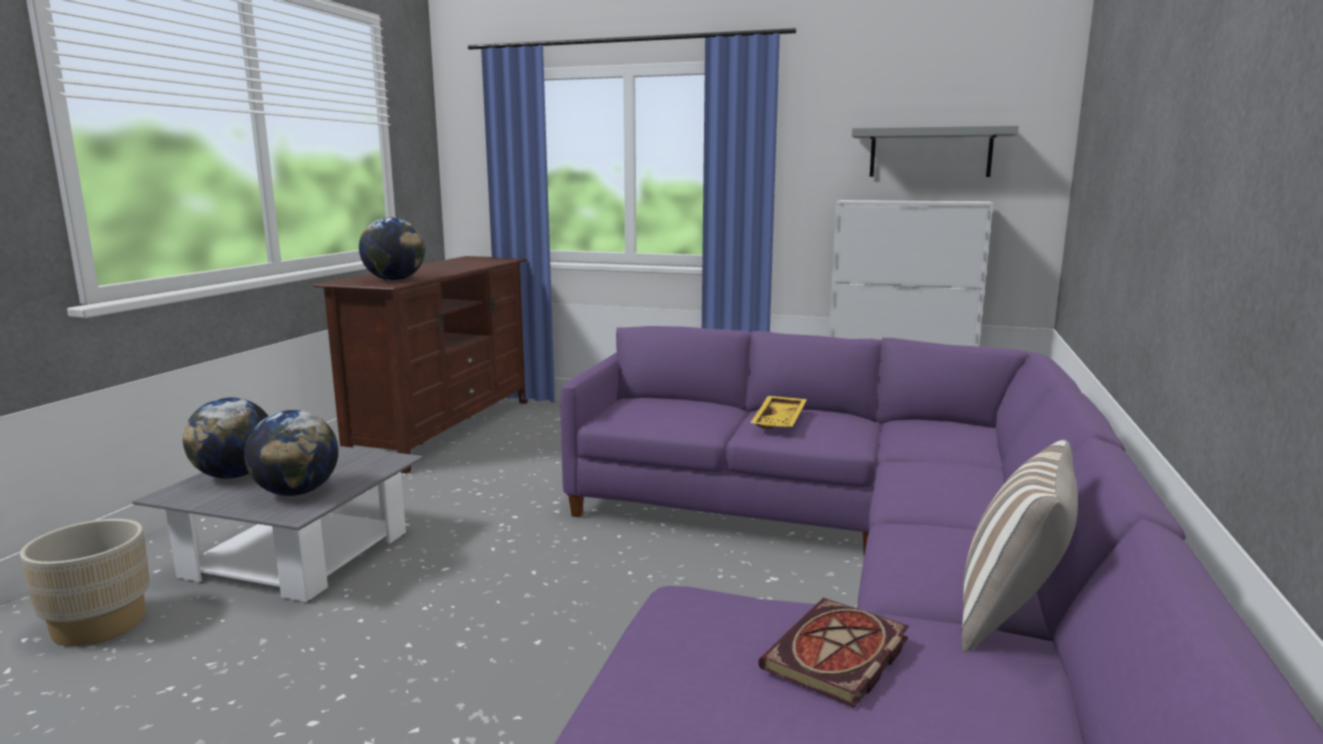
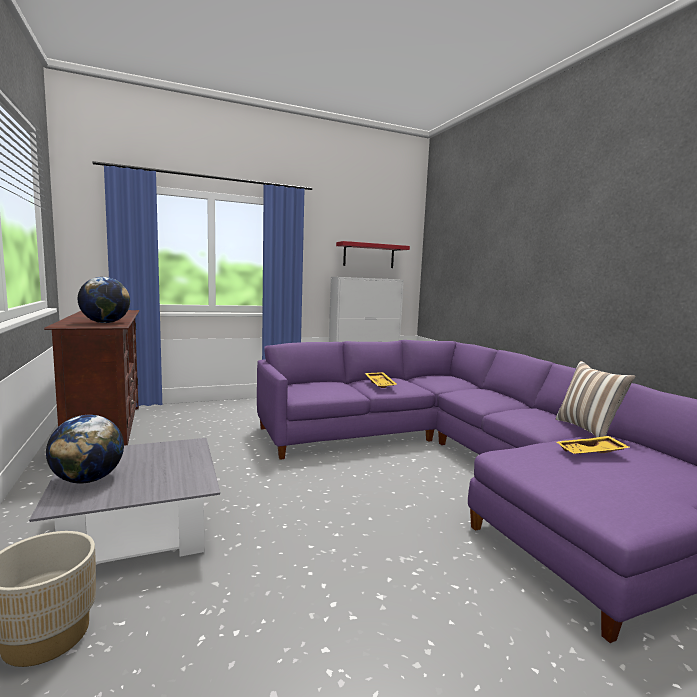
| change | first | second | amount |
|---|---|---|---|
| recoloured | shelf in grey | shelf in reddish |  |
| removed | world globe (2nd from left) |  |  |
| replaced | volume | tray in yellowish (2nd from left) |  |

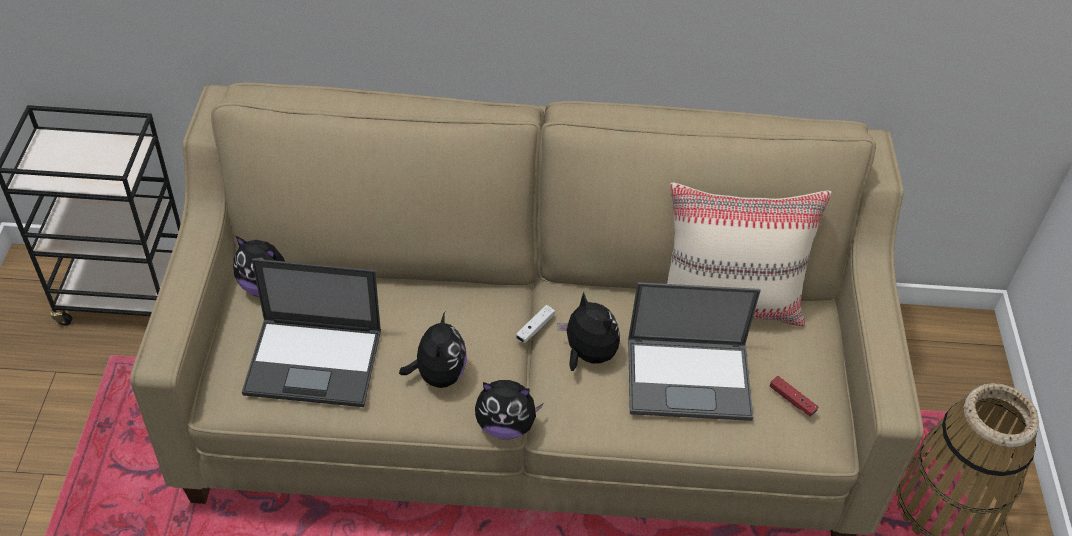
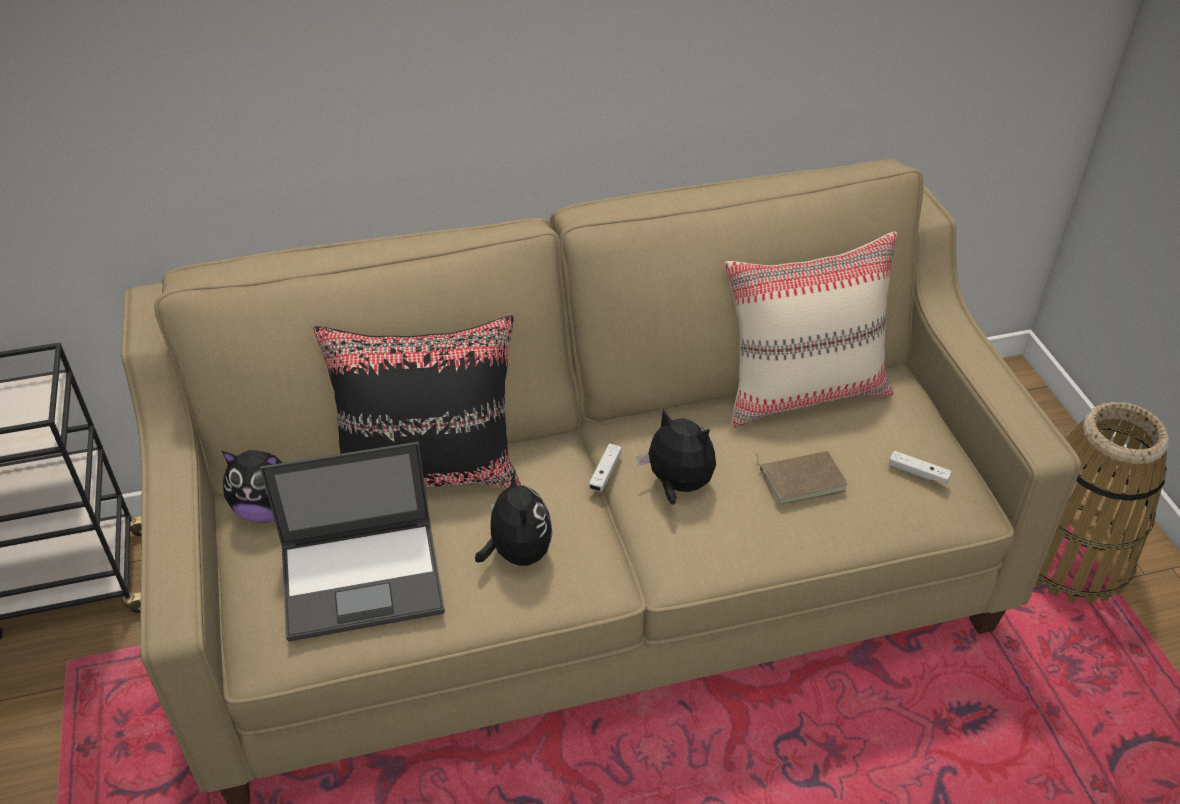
| change | first | second | amount |
|---|---|---|---|
| replaced | laptop (2nd from left) | volume in brown-coloured |  |
| recoloured | gamepad in reddish | gamepad in white (2nd from left) |  |
| removed | plush toy (3rd from left) |  |  |
| added |  | pillow in blackish |  |

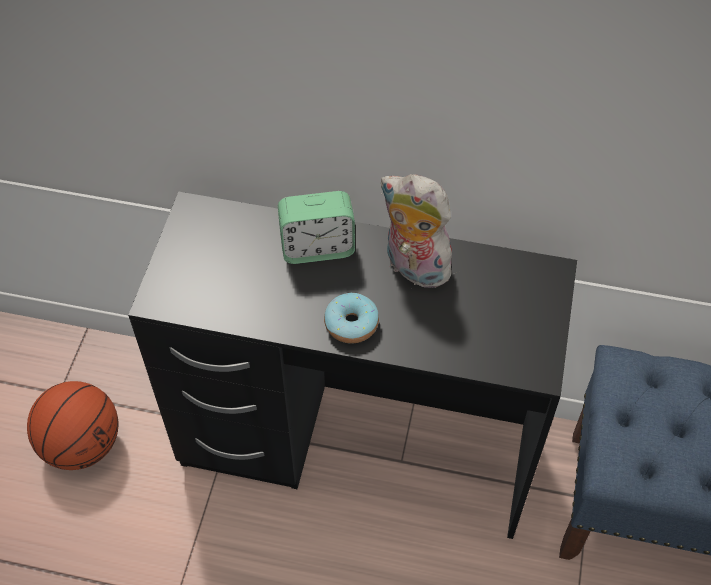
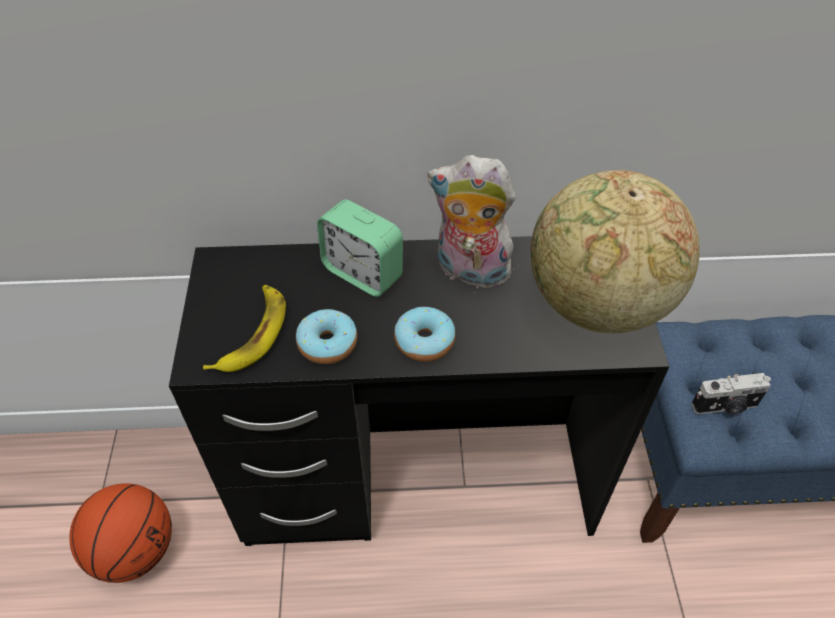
| change | first | second | amount |
|---|---|---|---|
| turned | table clock |  | 60 degrees clockwise |
| added |  | world globe |  |
| added |  | banana fruit |  |
| added |  | ring doughnut (1st from left) |  |
| added |  | photo camera |  |

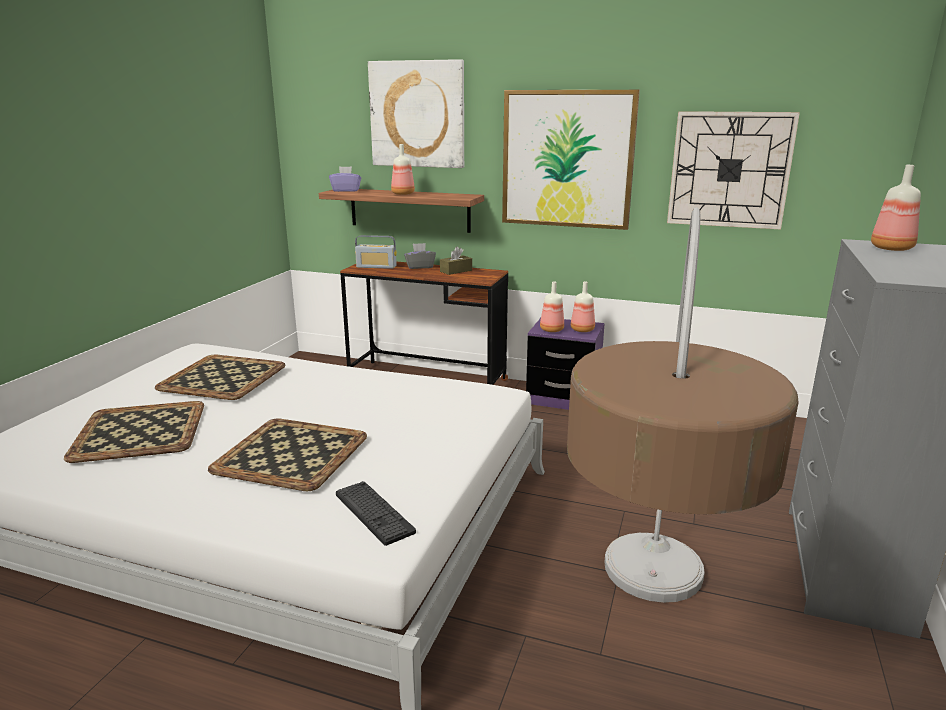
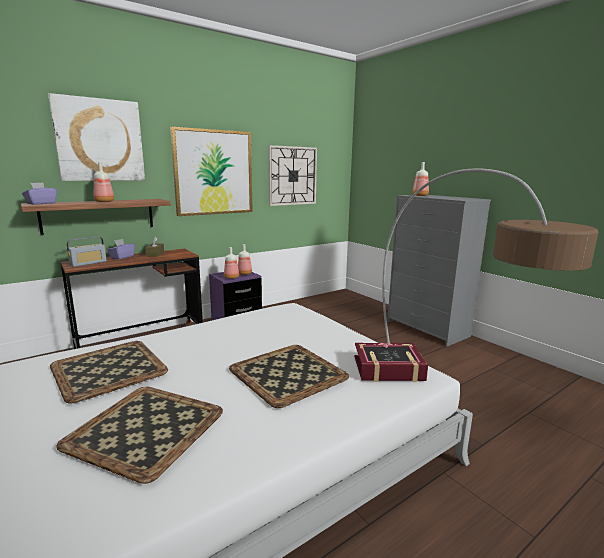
| change | first | second | amount |
|---|---|---|---|
| recoloured | box of tissues in grey | box of tissues in purplish (2nd from left) |  |
| replaced | computer keyboard | volume |  |

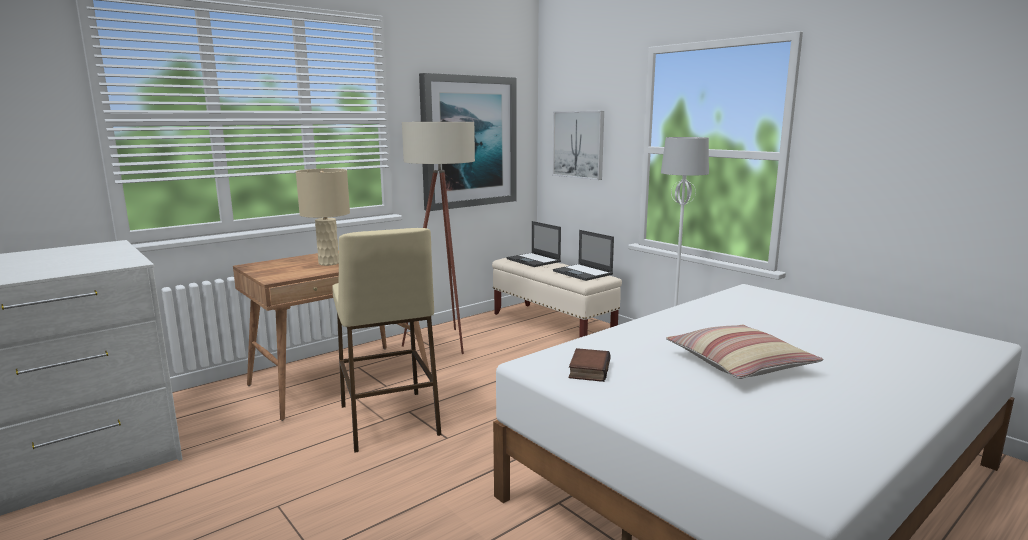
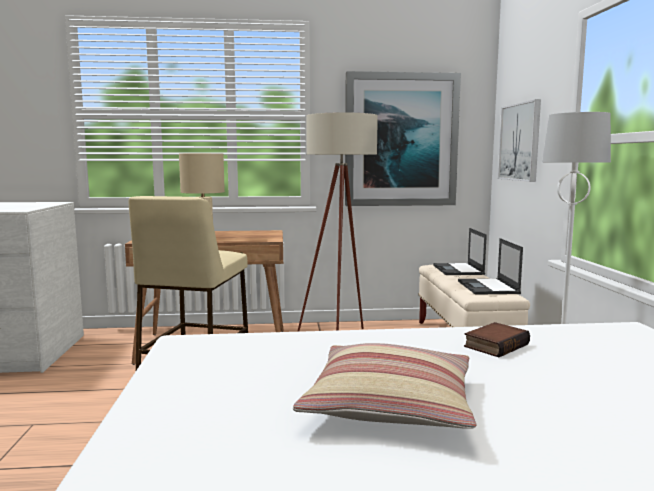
| change | first | second | amount |
|---|---|---|---|
| moved | volume |  |  |

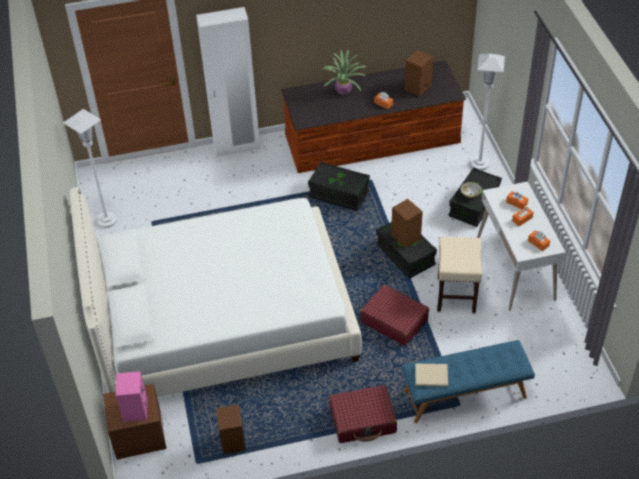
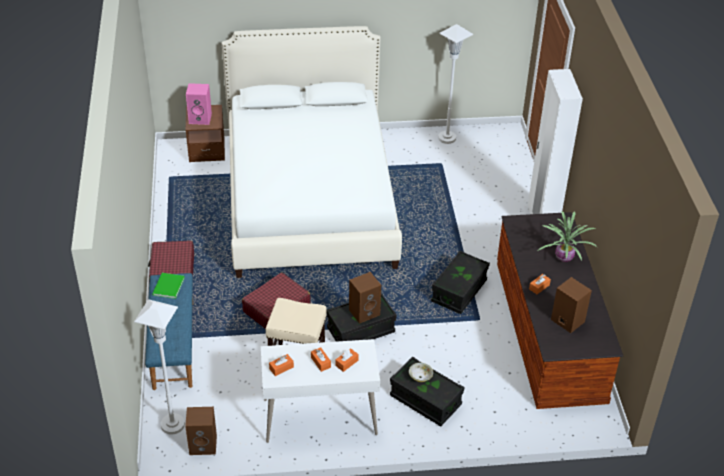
| change | first | second | amount |
|---|---|---|---|
| moved | standard lamp in white (2nd from left in the first image) | standard lamp in white (1st from left) |  |
| recoloured | volume in sand-coloured | volume in green-coloured |  |
| moved | audio speaker in brown-coloured (1st from left) |  |  |

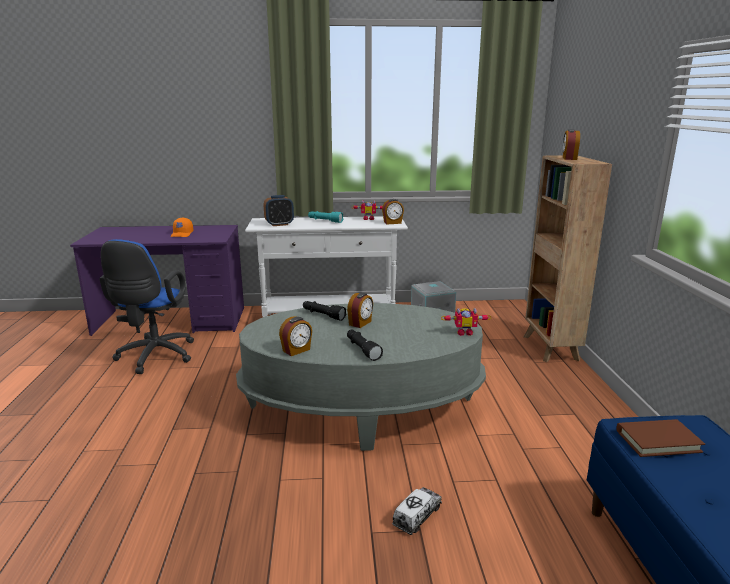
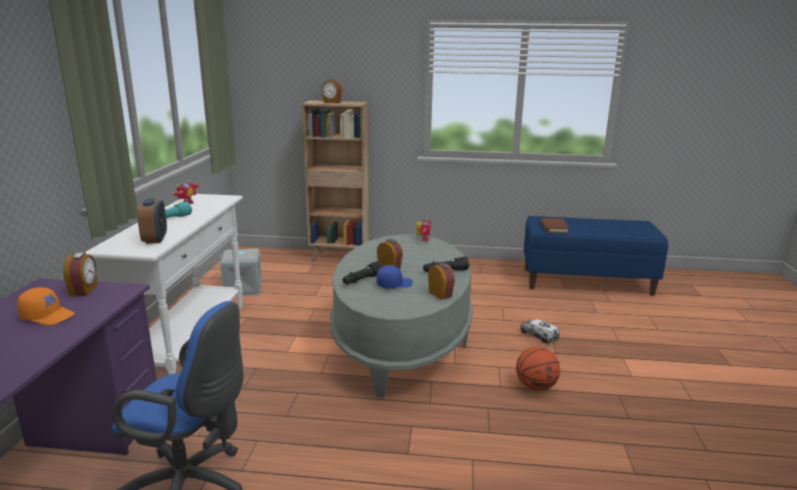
| change | first | second | amount |
|---|---|---|---|
| moved | table clock (4th from left in the first image) | table clock (1st from left) |  |
| added |  | baseball cap in bluish |  |
| added |  | basketball |  |

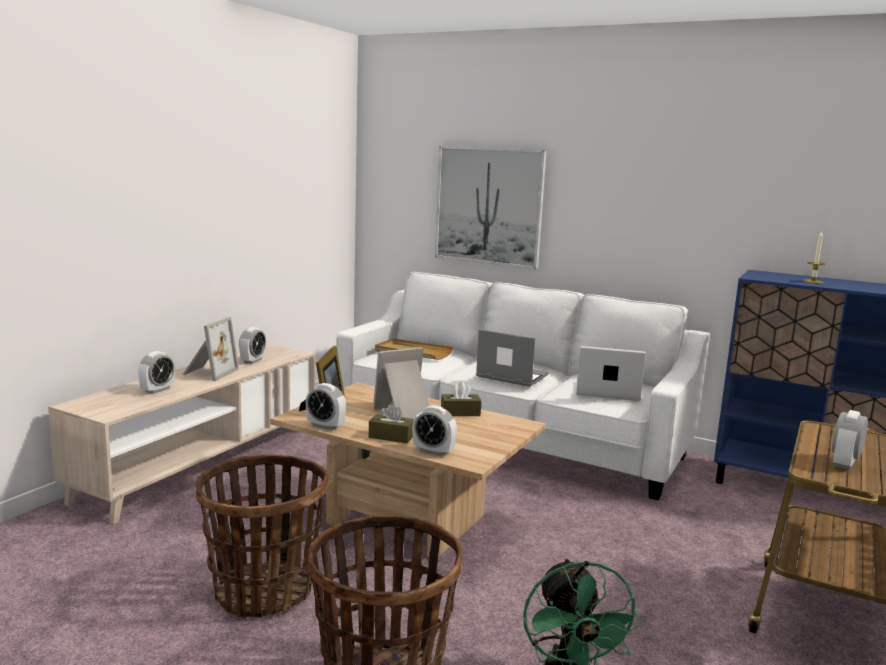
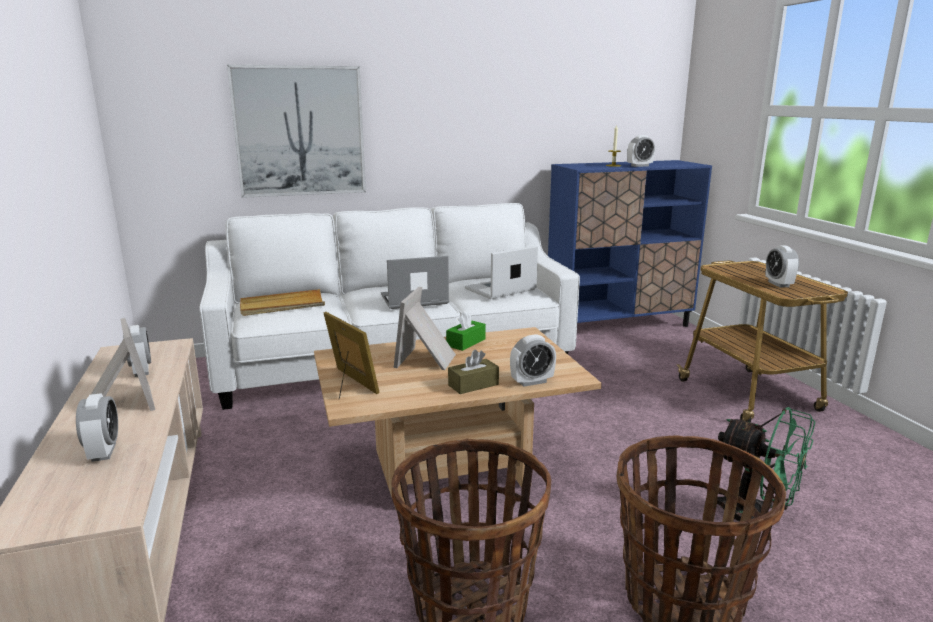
| change | first | second | amount |
|---|---|---|---|
| recoloured | box of tissues in brown-coloured (2nd from left) | box of tissues in green-coloured |  |
| moved | table clock (3rd from left in the first image) | table clock (4th from left) |  |

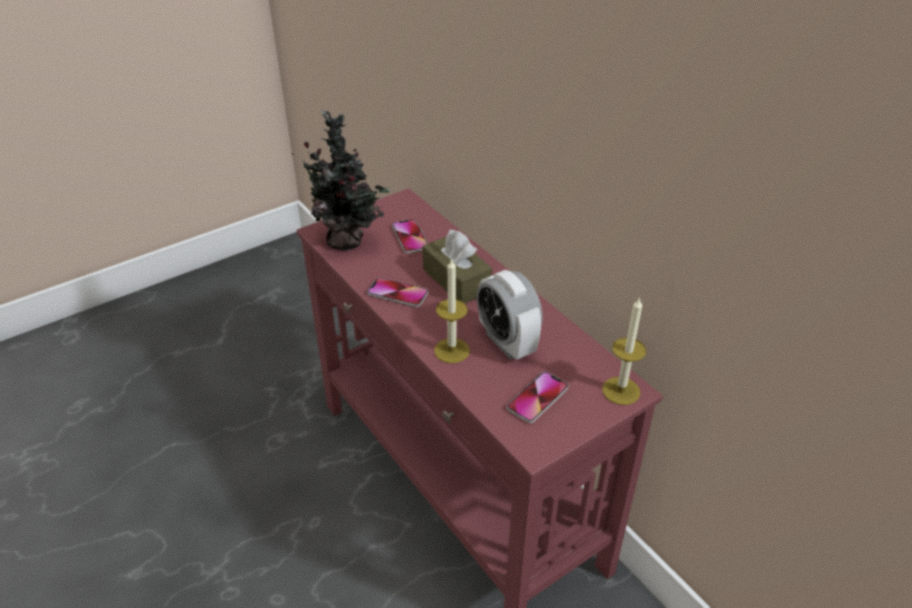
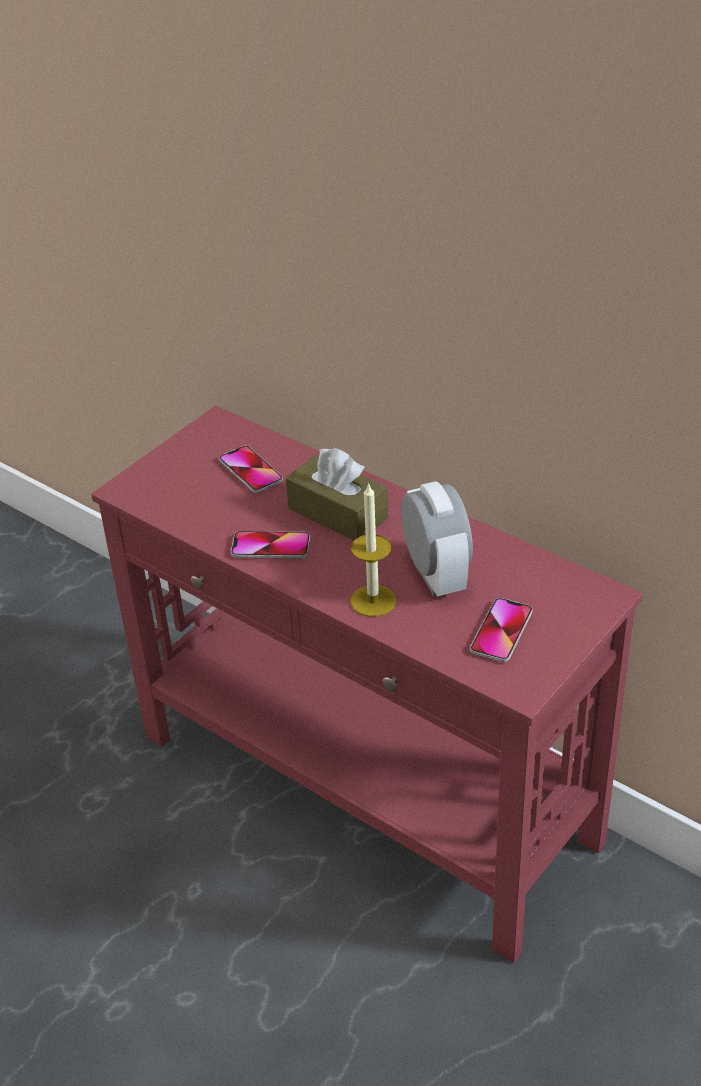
| change | first | second | amount |
|---|---|---|---|
| removed | houseplant |  |  |
| turned | table clock |  | 150 degrees counterclockwise |
| removed | candle (2nd from left) |  |  |

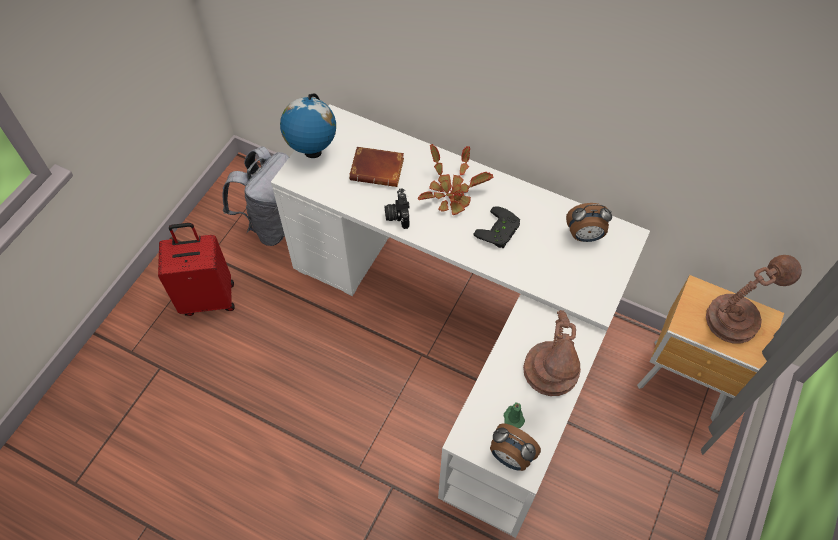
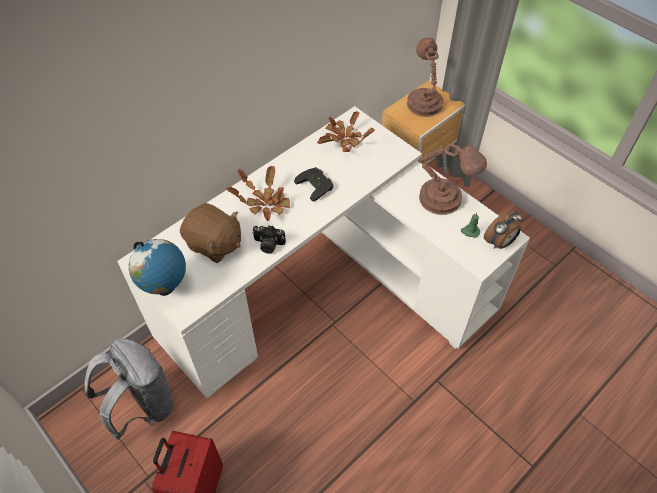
| change | first | second | amount |
|---|---|---|---|
| replaced | volume in brown-coloured | plush toy in brown-coloured |  |
| replaced | table clock (2nd from left) | houseplant (2nd from left) |  |

